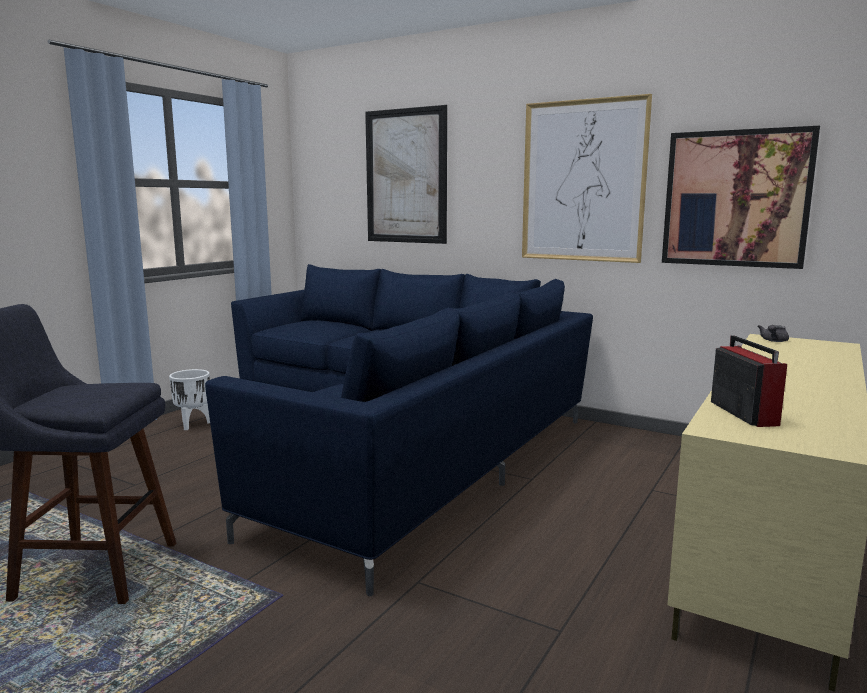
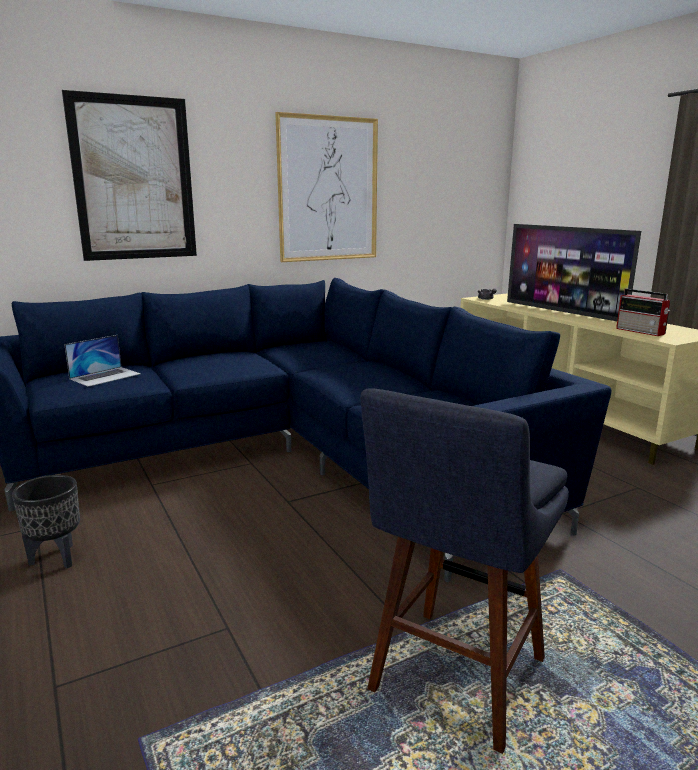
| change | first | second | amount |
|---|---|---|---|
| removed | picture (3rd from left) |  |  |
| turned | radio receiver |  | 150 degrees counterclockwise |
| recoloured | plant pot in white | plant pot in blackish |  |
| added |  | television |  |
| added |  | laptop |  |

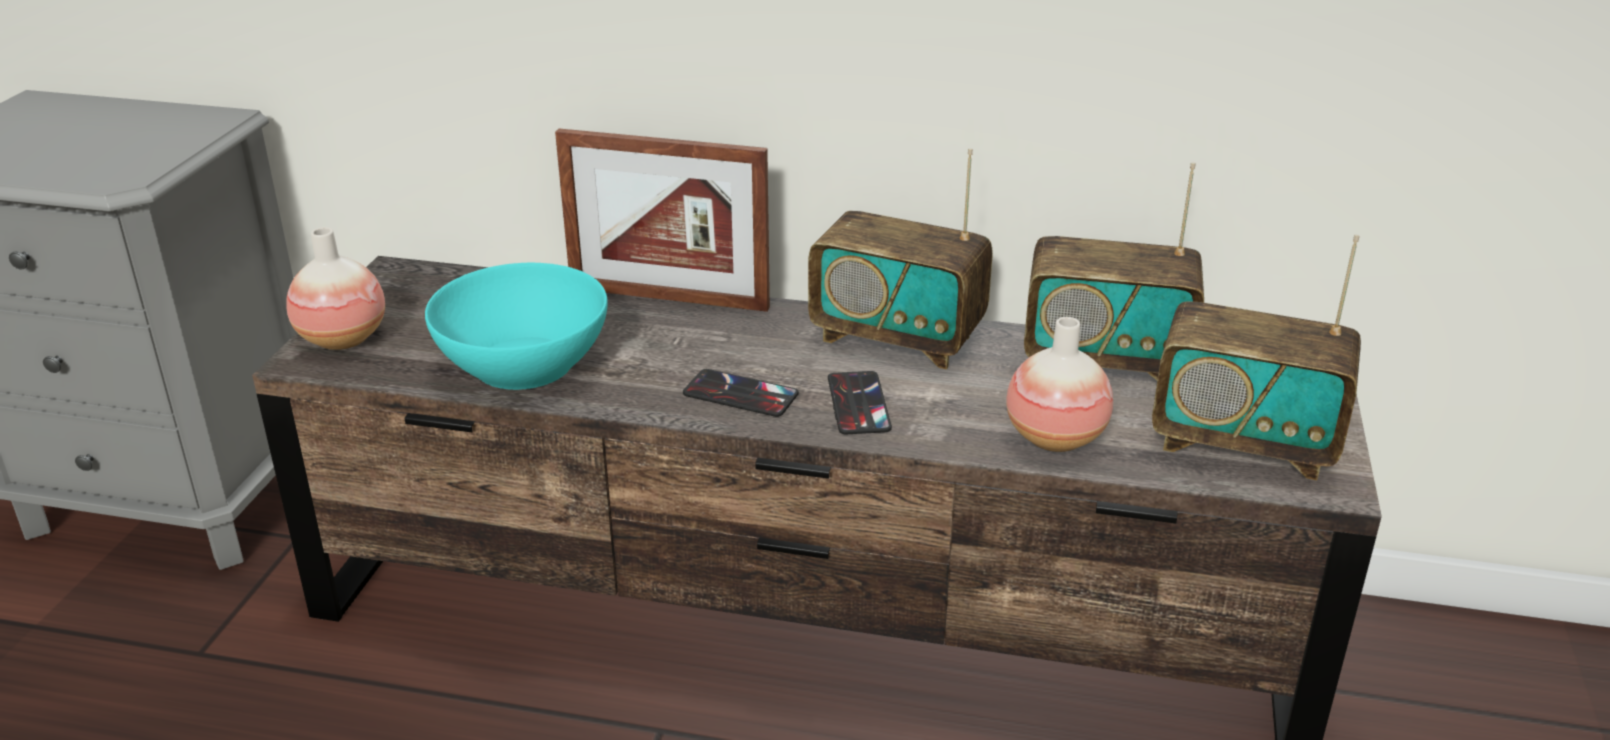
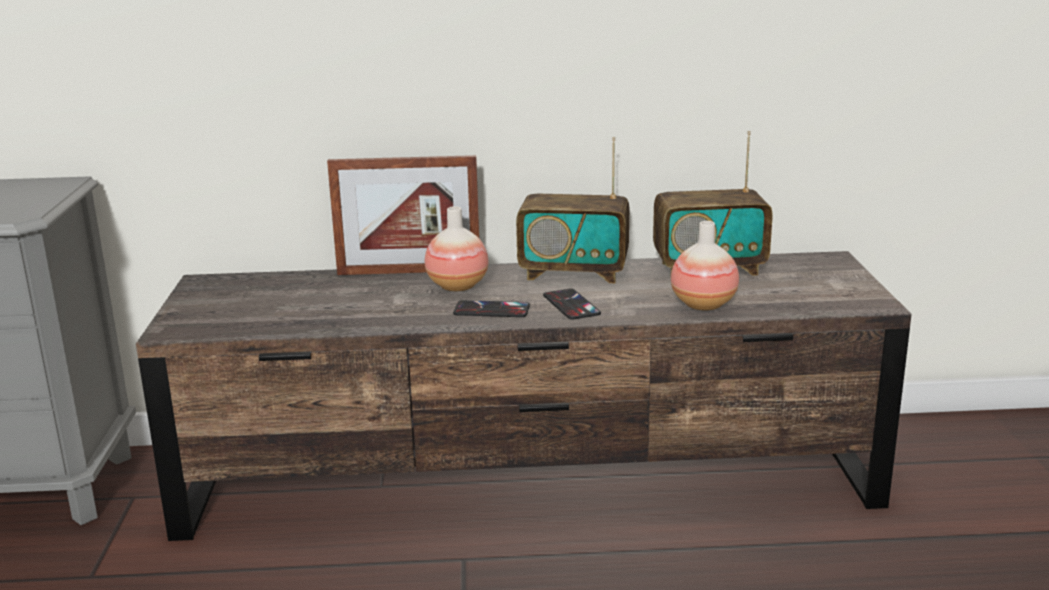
| change | first | second | amount |
|---|---|---|---|
| moved | decorative vase (1st from left) |  |  |
| removed | radio receiver (3rd from left) |  |  |
| removed | serving bowl in turquoise-coloured |  |  |

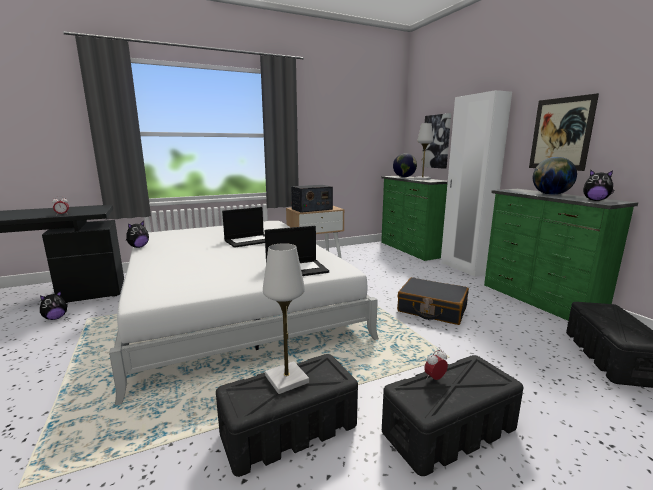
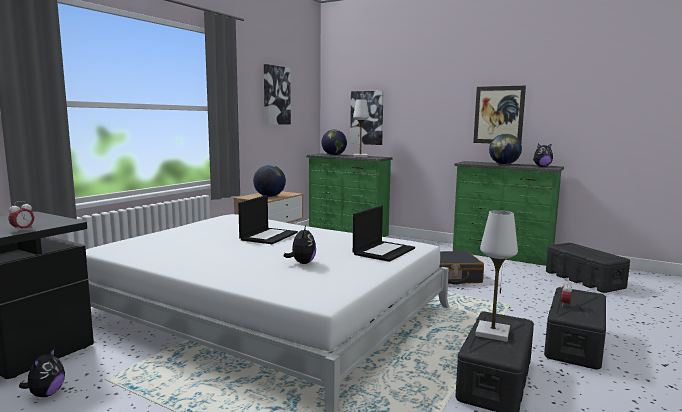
| change | first | second | amount |
|---|---|---|---|
| removed | wardrobe in white |  |  |
| replaced | radio receiver | world globe (1st from left) |  |
| moved | plush toy (2nd from left) |  |  |
| added |  | picture (1st from left) |  |

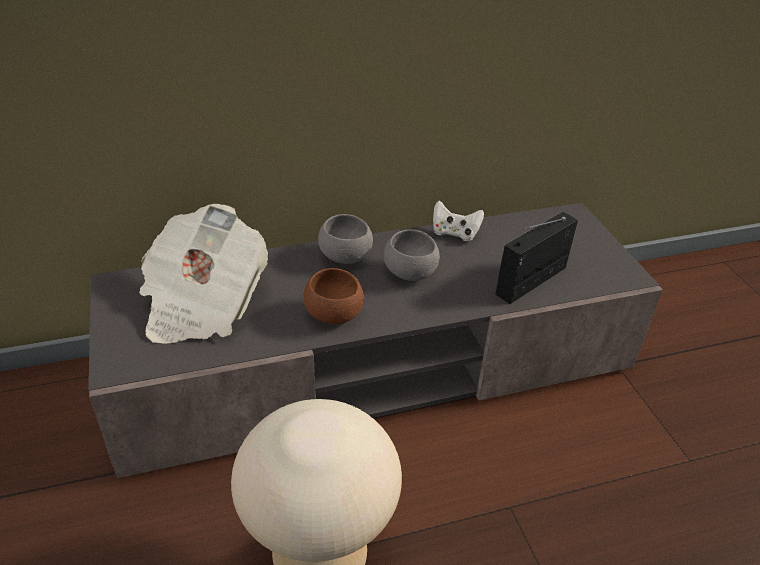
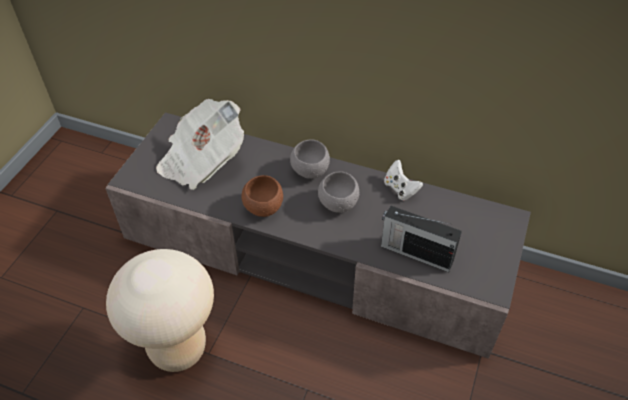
| change | first | second | amount |
|---|---|---|---|
| turned | radio receiver |  | 150 degrees counterclockwise |

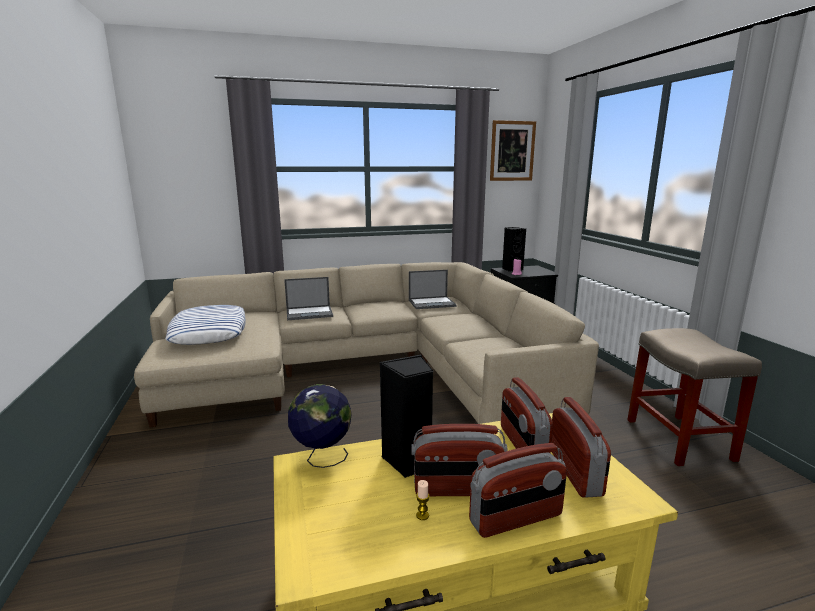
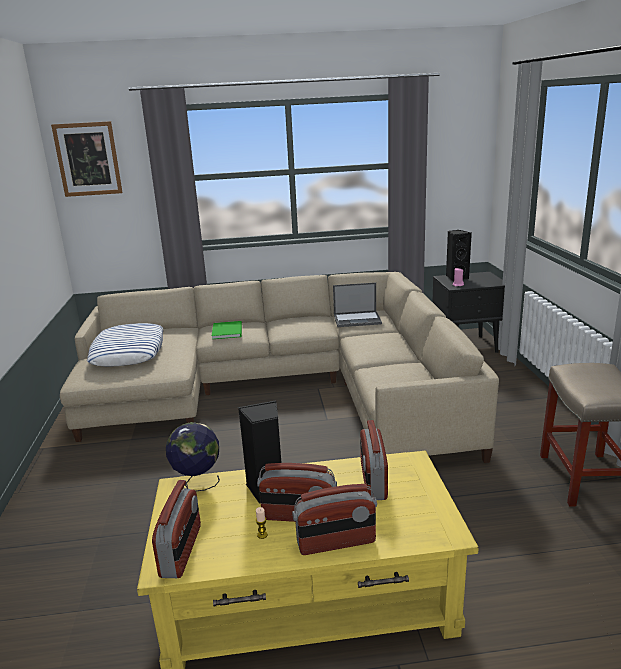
| change | first | second | amount |
|---|---|---|---|
| moved | picture |  |  |
| replaced | laptop (1st from left) | volume in green-coloured |  |
| moved | radio receiver (4th from left in the first image) | radio receiver (1st from left) |  |

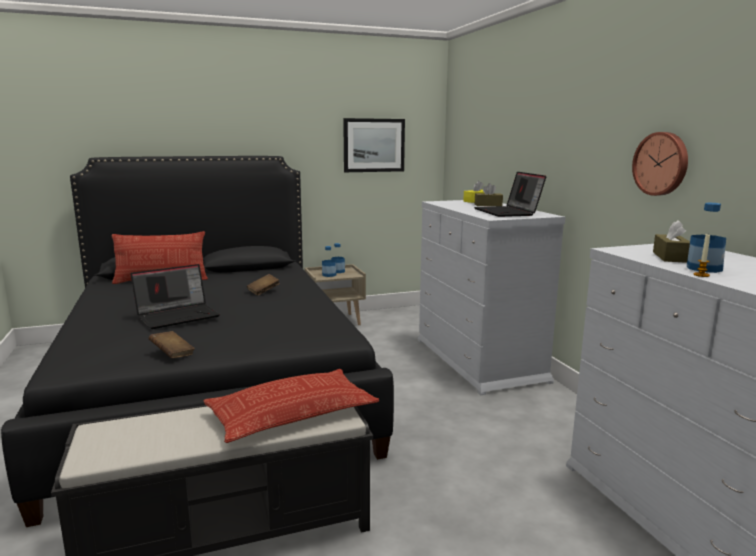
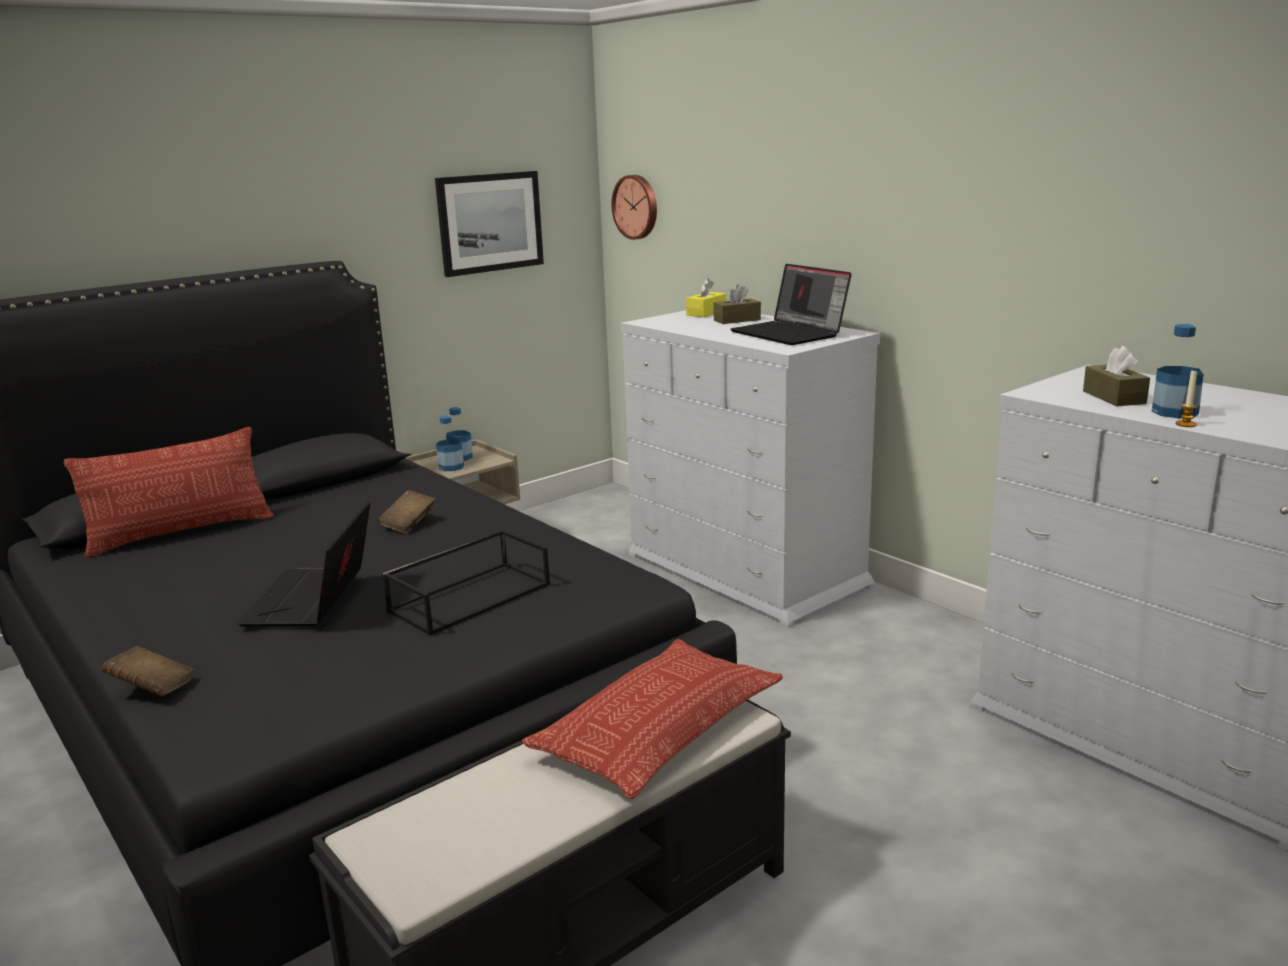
| change | first | second | amount |
|---|---|---|---|
| moved | hanging clock |  |  |
| turned | laptop (1st from left) |  | 150 degrees clockwise |
| moved | volume in brown-coloured (1st from left) |  |  |
| added |  | tray in blackish |  |

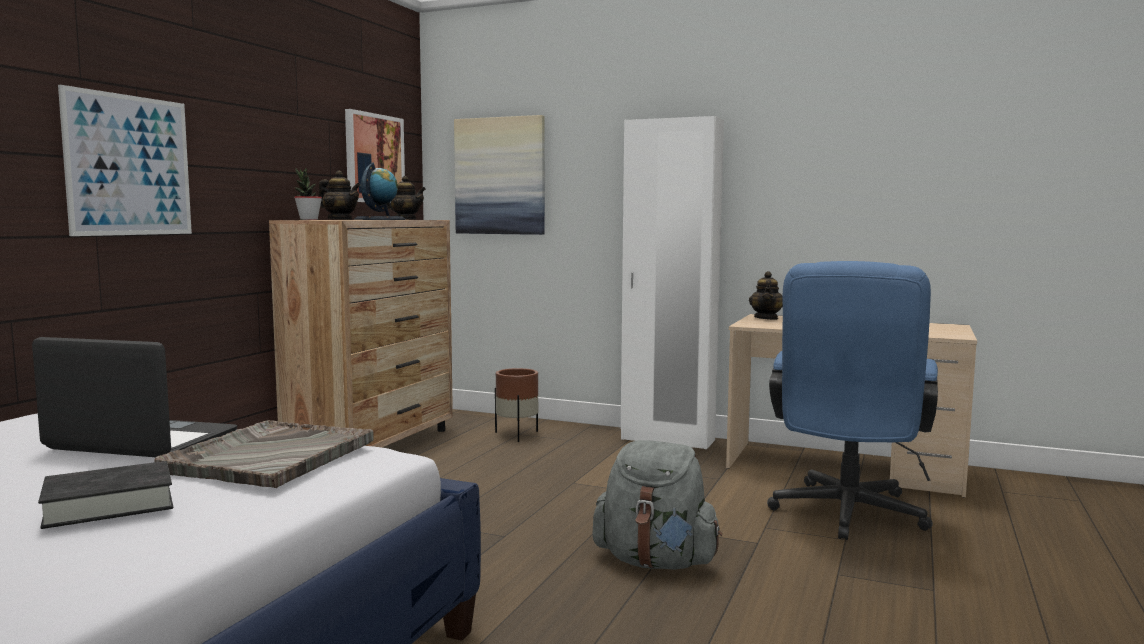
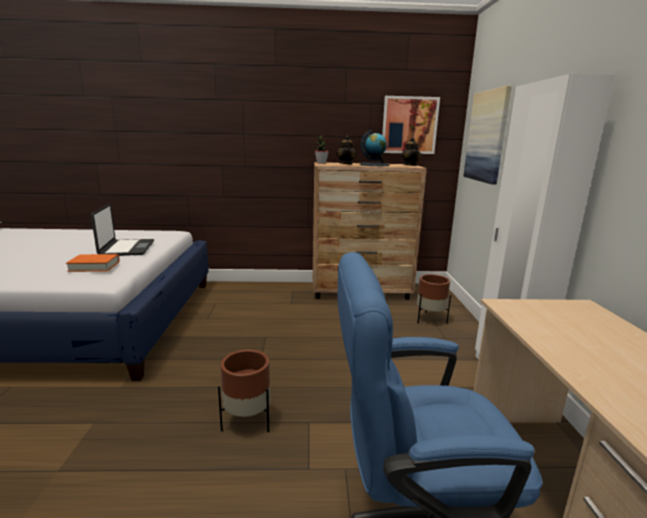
| change | first | second | amount |
|---|---|---|---|
| removed | picture (1st from left) |  |  |
| removed | pot for tea (3rd from left) |  |  |
| replaced | tray in grey | volume in orange-coloured |  |
| replaced | rucksack in grey | plant pot in brown-coloured (1st from left) |  |
| removed | volume in blackish |  |  |

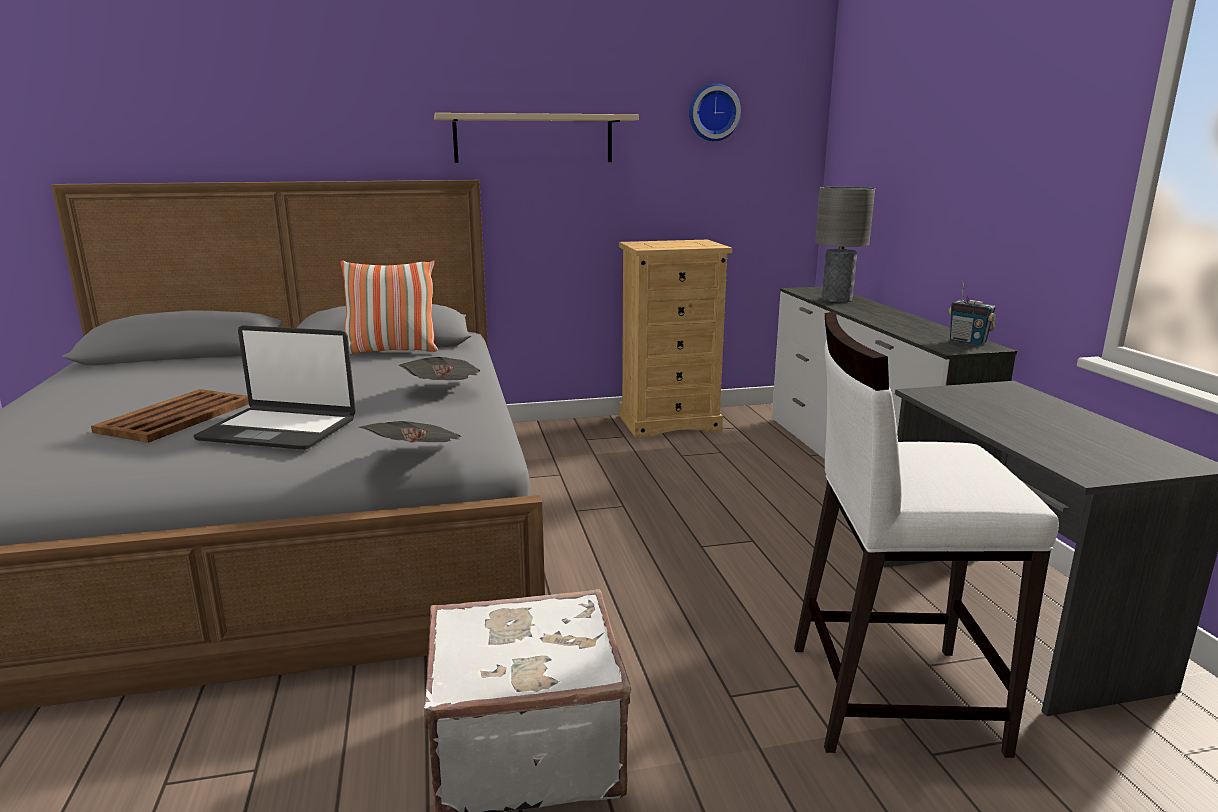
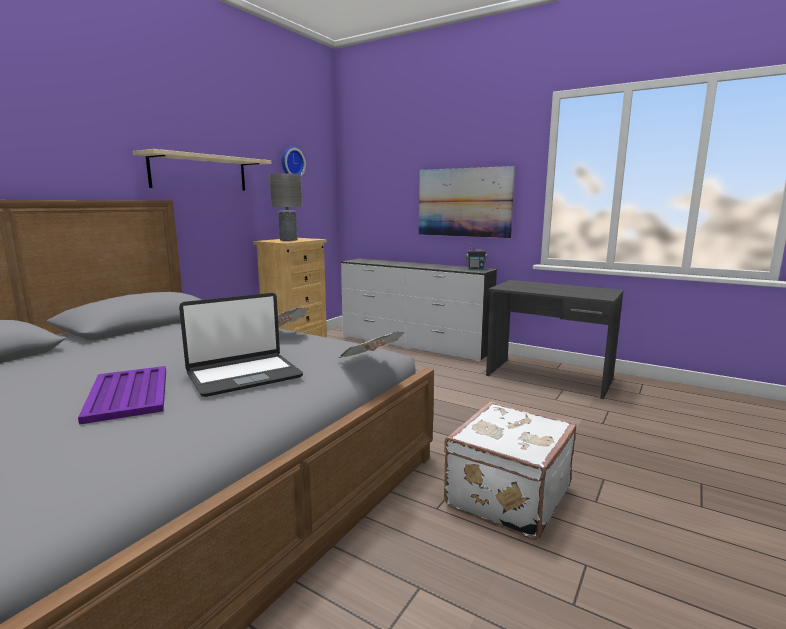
| change | first | second | amount |
|---|---|---|---|
| moved | tabletop lamp in grey |  |  |
| removed | pillow |  |  |
| removed | stool seat in white |  |  |
| recoloured | tray in brown-coloured | tray in purplish |  |
| added |  | picture |  |

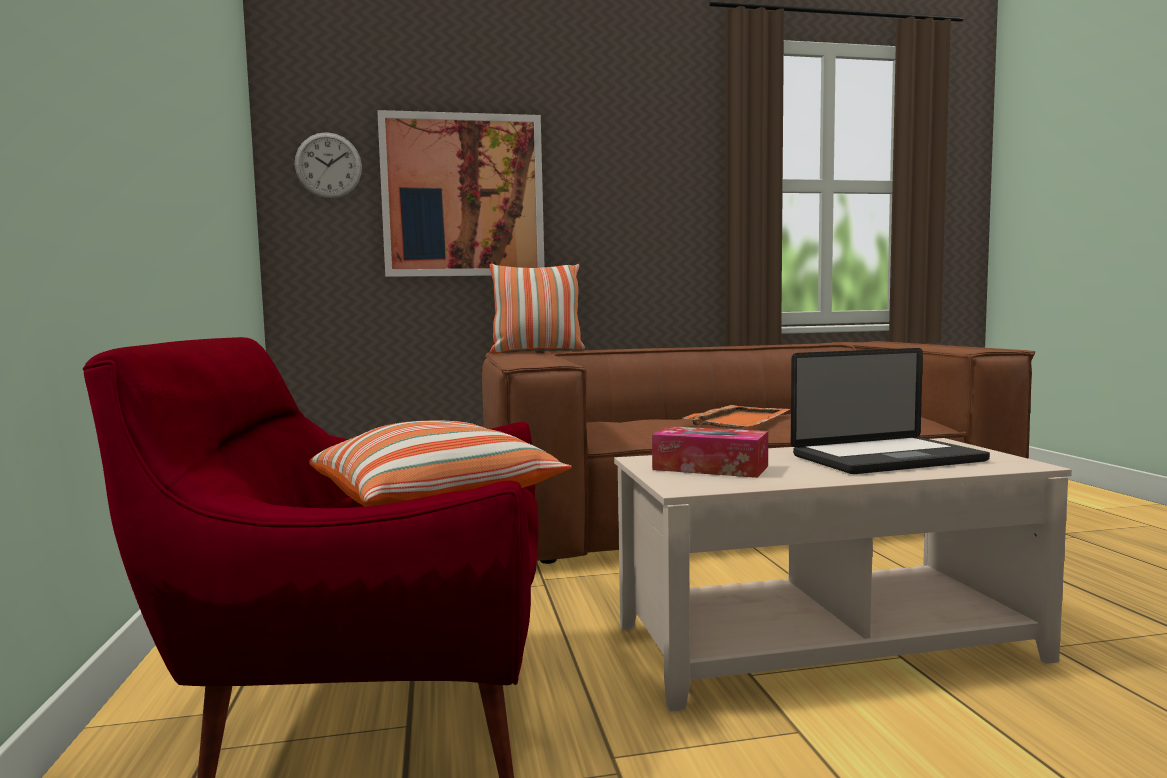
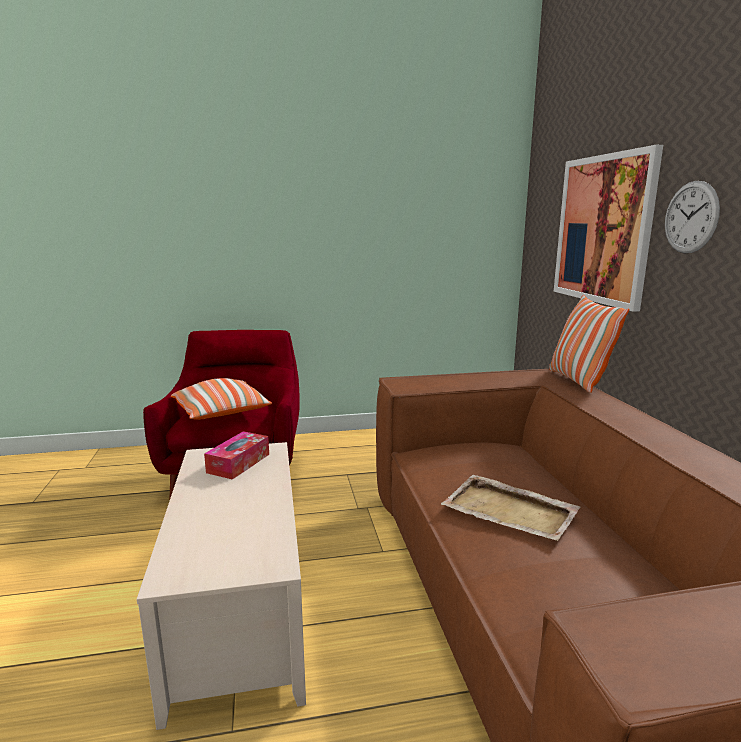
| change | first | second | amount |
|---|---|---|---|
| moved | hanging clock |  |  |
| removed | laptop |  |  |
| recoloured | tray in orange-coloured | tray in sand-coloured |  |

